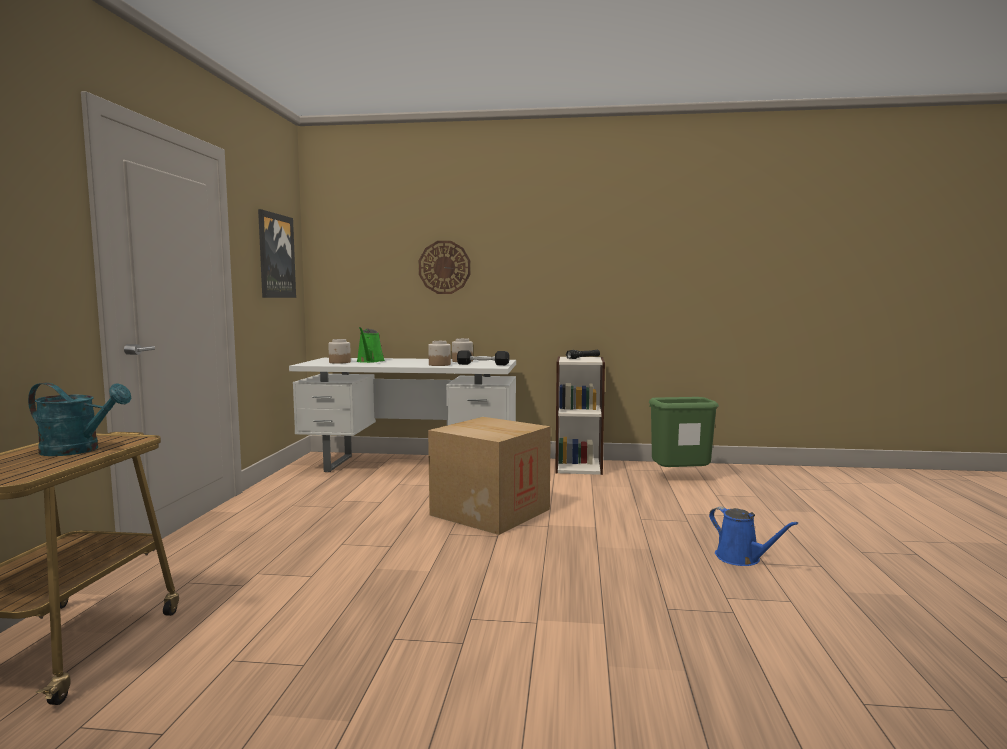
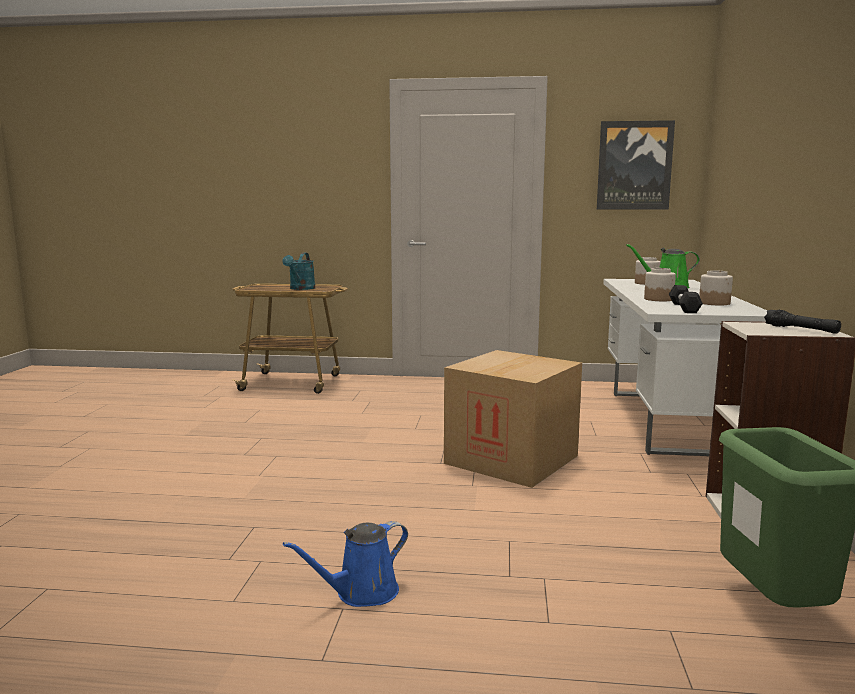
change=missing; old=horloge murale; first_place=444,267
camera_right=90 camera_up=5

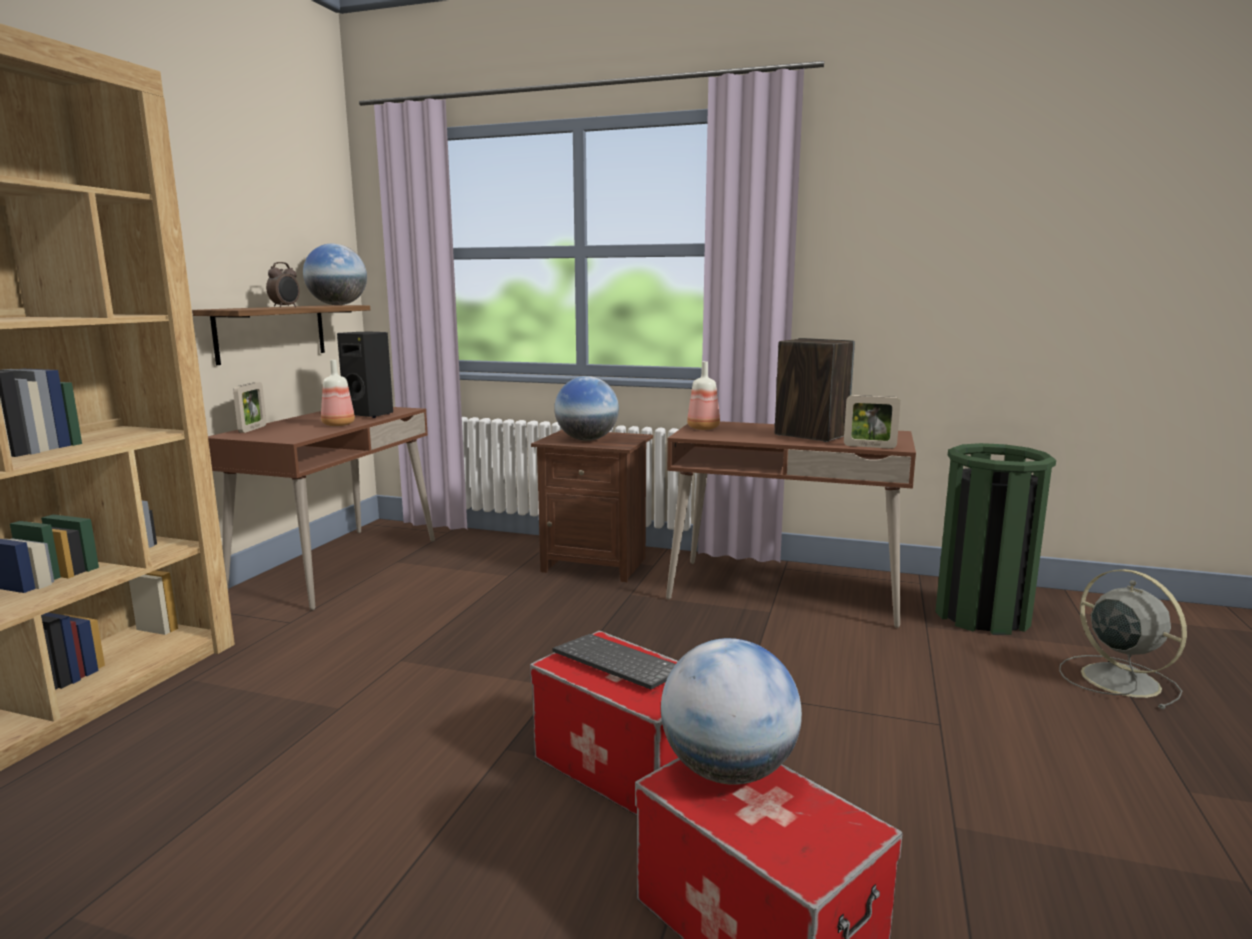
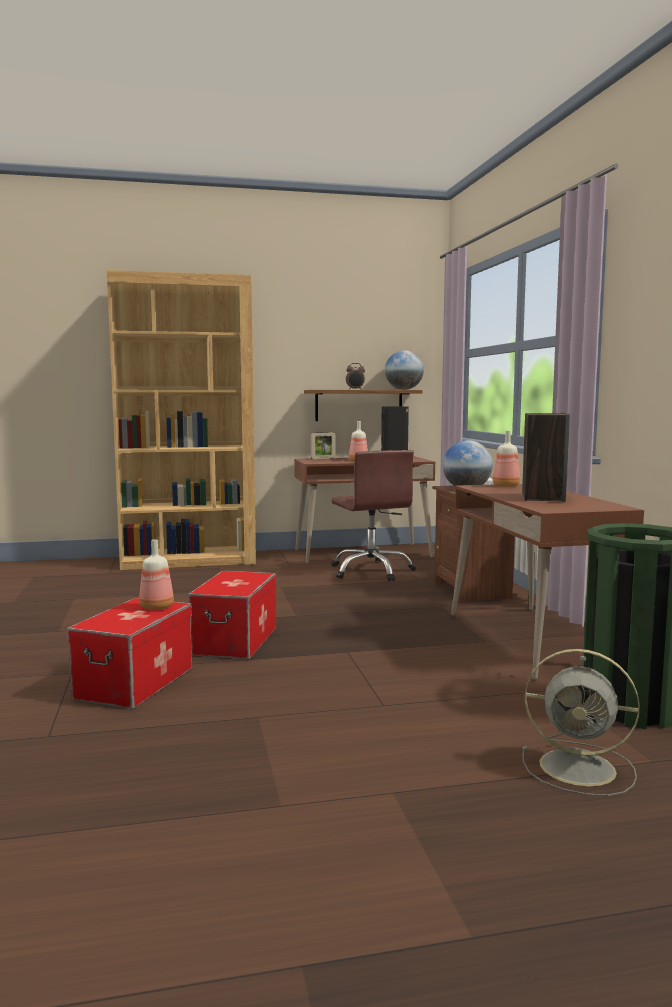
change=missing; old=clavier; first_place=615,664
change=missing; old=cadre photo; first_place=869,446
change=appeared; new=chaise de bureau/marron; second_place=372,571
change=exchanged; old=globe; new=bouteille; first_place=728,771; second_place=155,607
change=spun; old=ventilateur/gris; first_place=1117,679; second_place=581,768; degrees=75
camera_right=60 camera_up=-5

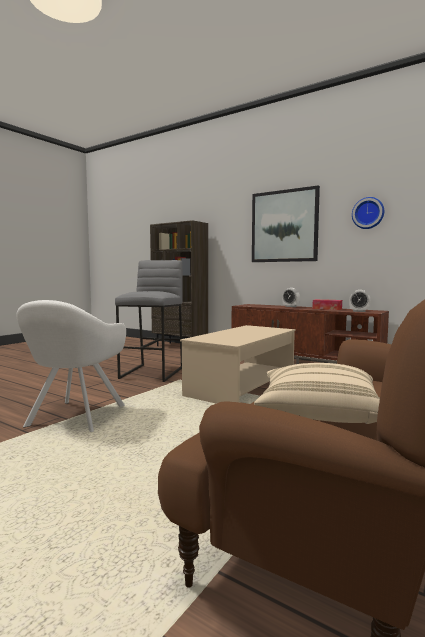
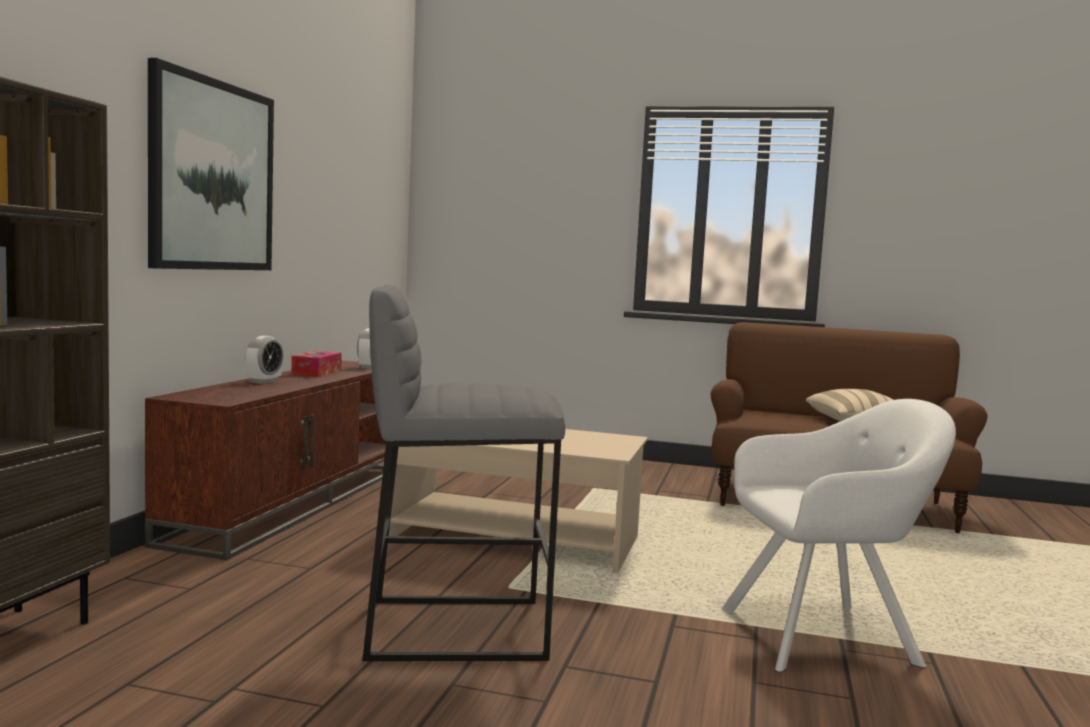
change=missing; old=horloge murale; first_place=368,213
camera_right=-110 camera_up=0

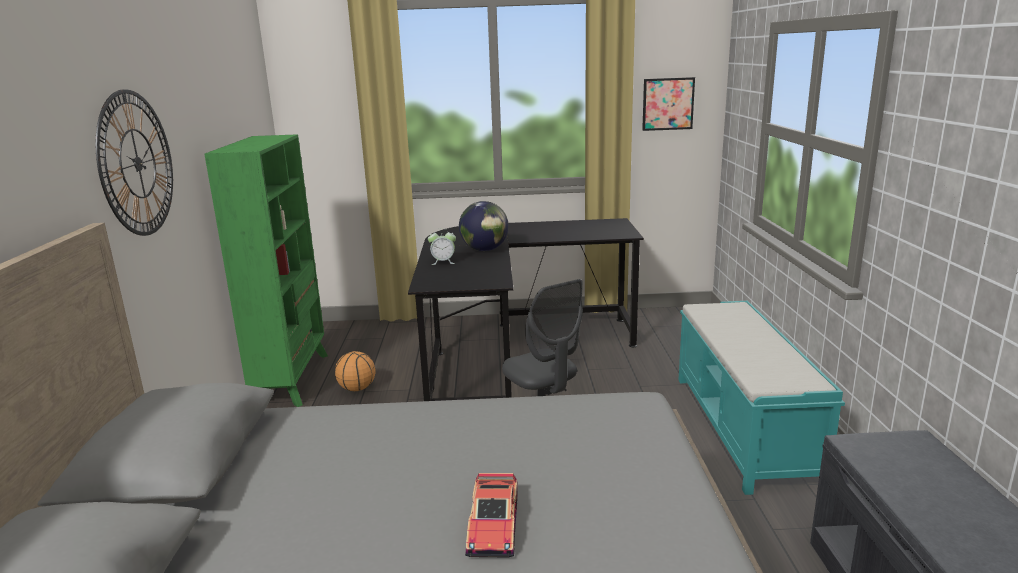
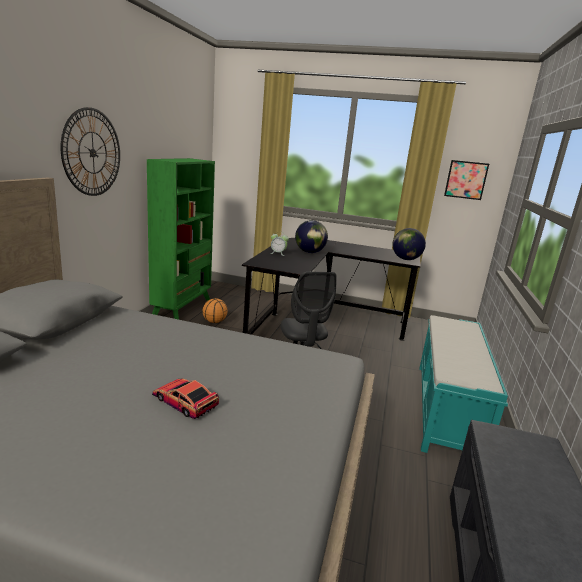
change=appeared; new=globe; second_place=405,259
change=spun; old=petite voiture; first_place=493,525; second_place=184,402; degrees=105
camera_right=15 camera_up=0

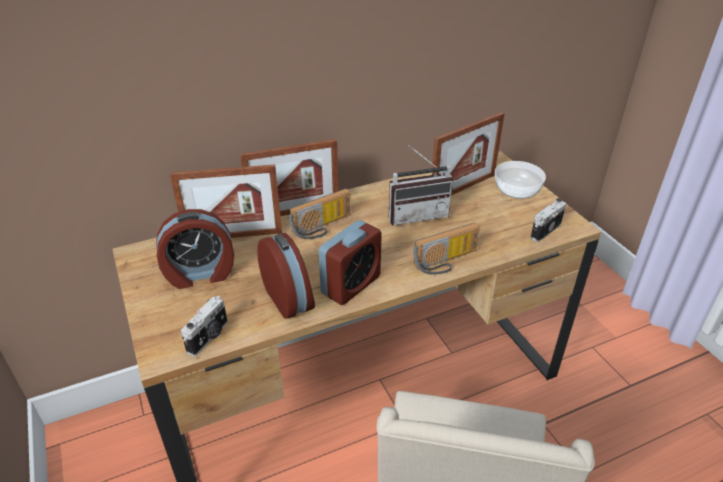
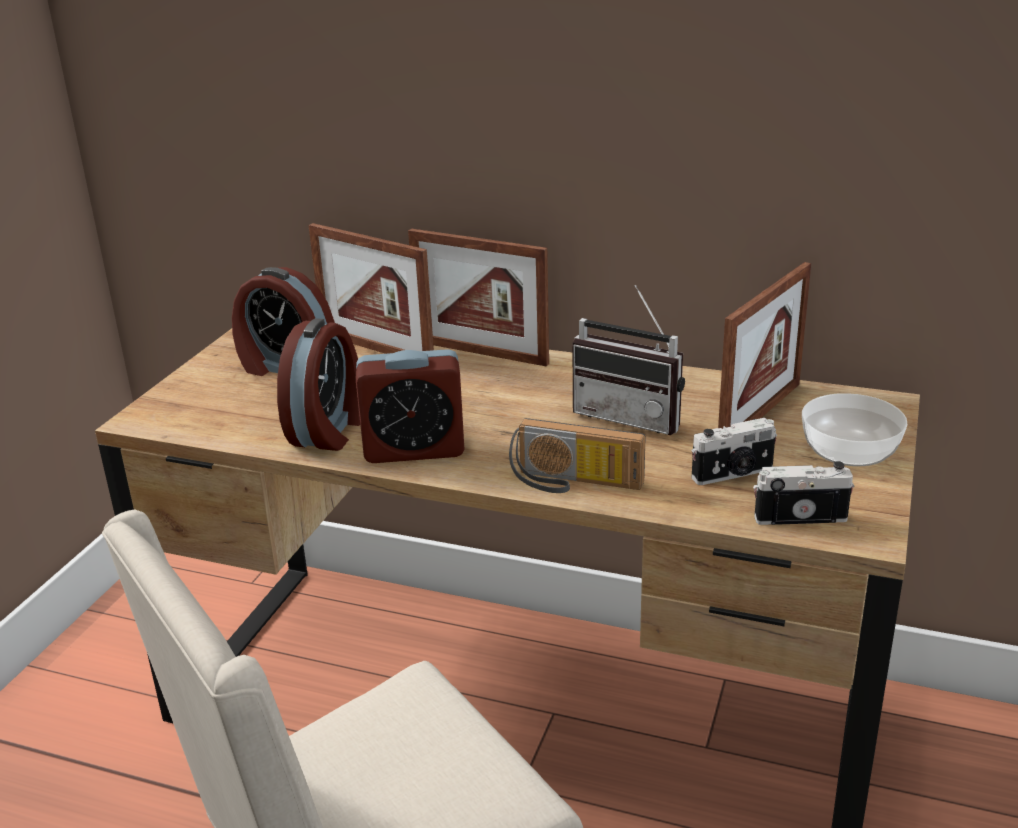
change=missing; old=radio; first_place=323,227
change=relocated; old=appareil photo; first_place=209,337; second_place=734,474
change=spun; old=cadre photo; first_place=463,188; second_place=760,415; degrees=-60
camera_right=45 camera_up=-10

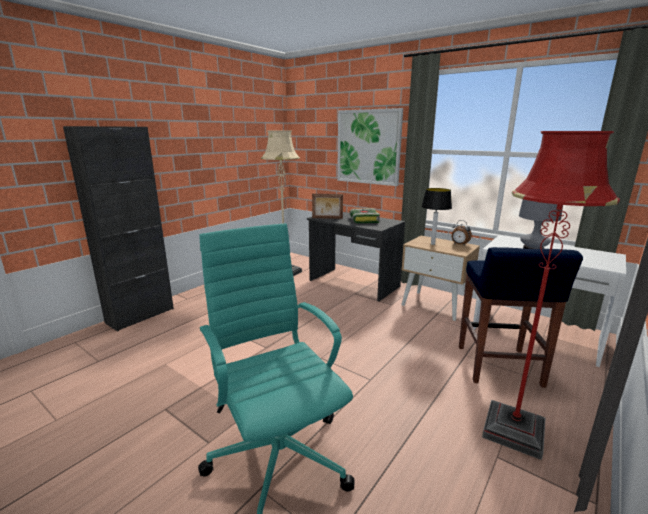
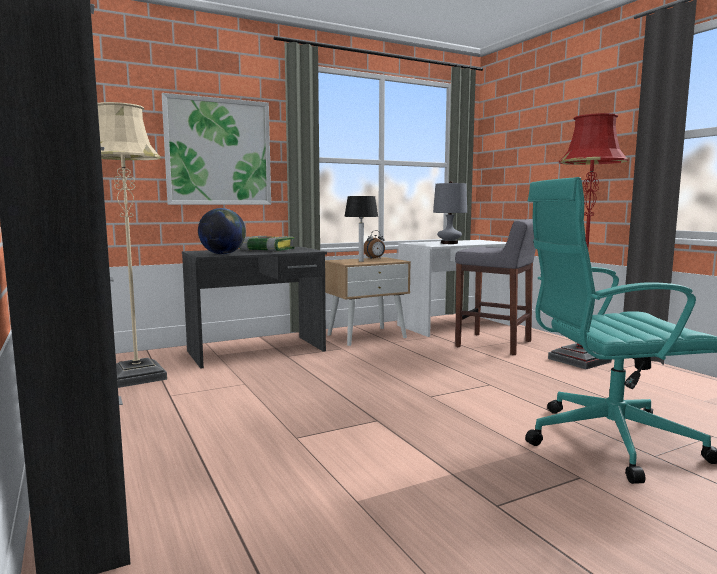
change=exchanged; old=cadre photo; new=globe; first_place=327,218; second_place=222,254
change=colour; old=tabouret/bleu; new=tabouret/gris; first_place=498,367; second_place=495,344
camera_right=-65 camera_up=-10

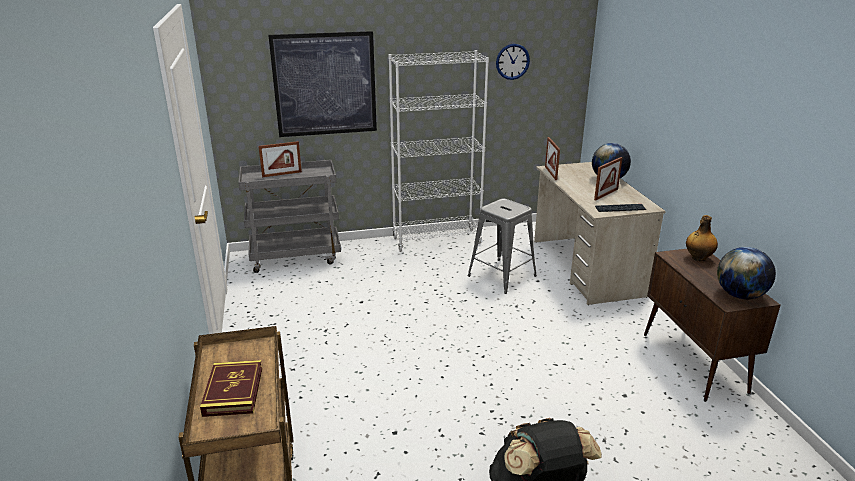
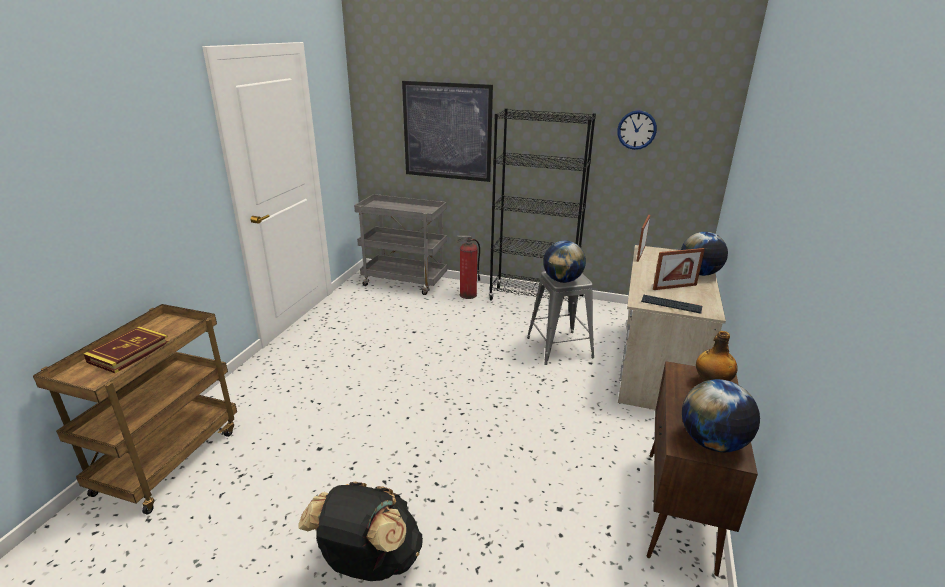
change=missing; old=cadre photo; first_place=282,174
change=appeared; new=extincteur; second_place=468,295
change=appeared; new=globe; second_place=562,280
change=colour; old=bibliothèque/blanc; new=bibliothèque/noir; first_place=436,240; second_place=533,299
camera_right=30 camera_up=0

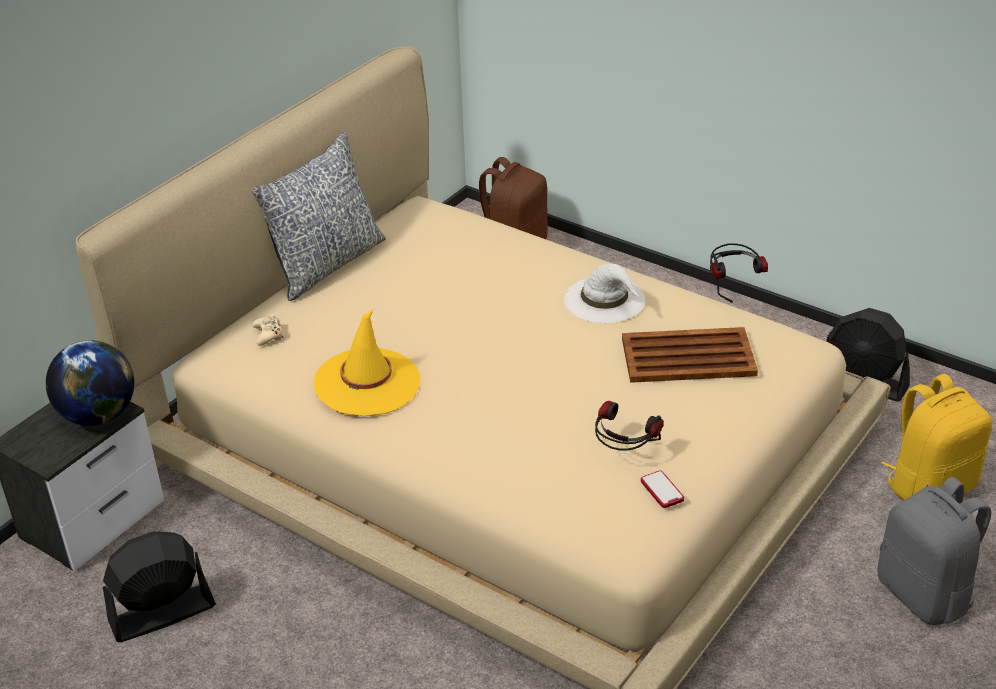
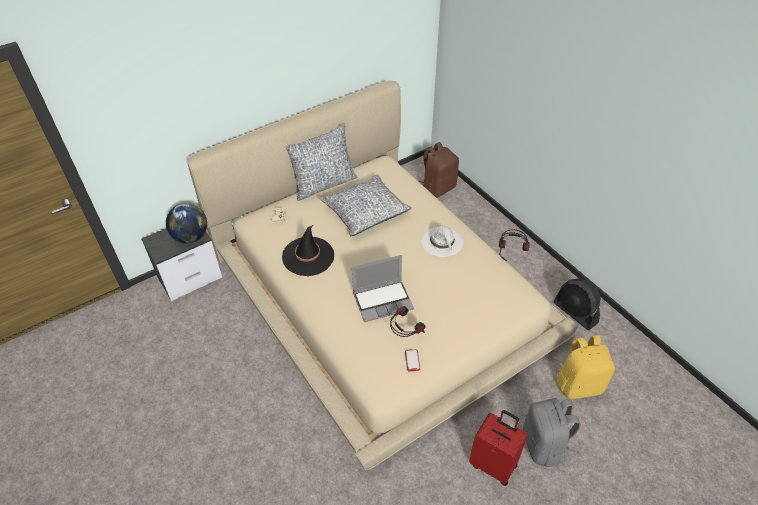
change=missing; old=ventilateur/noir; first_place=161,613
change=missing; old=plateau/marron; first_place=686,356
change=appeared; new=coussin; second_place=365,212
change=appeared; new=ordinateur portable; second_place=383,300
change=appeared; new=valise/rouge; second_place=494,464
change=colour; old=chapeau/jaune; new=chapeau/noir; first_place=367,383; second_place=308,256
camera_right=20 camera_up=10

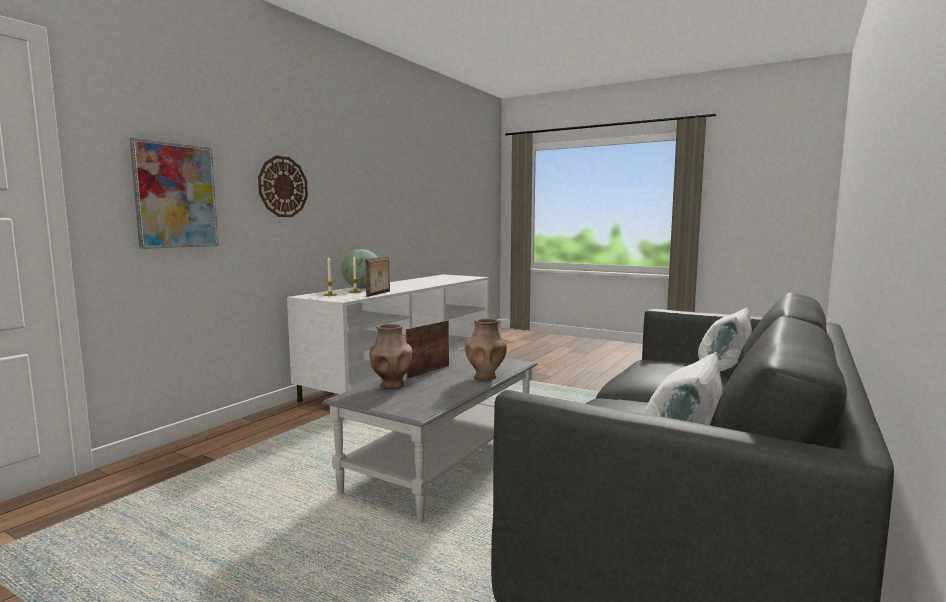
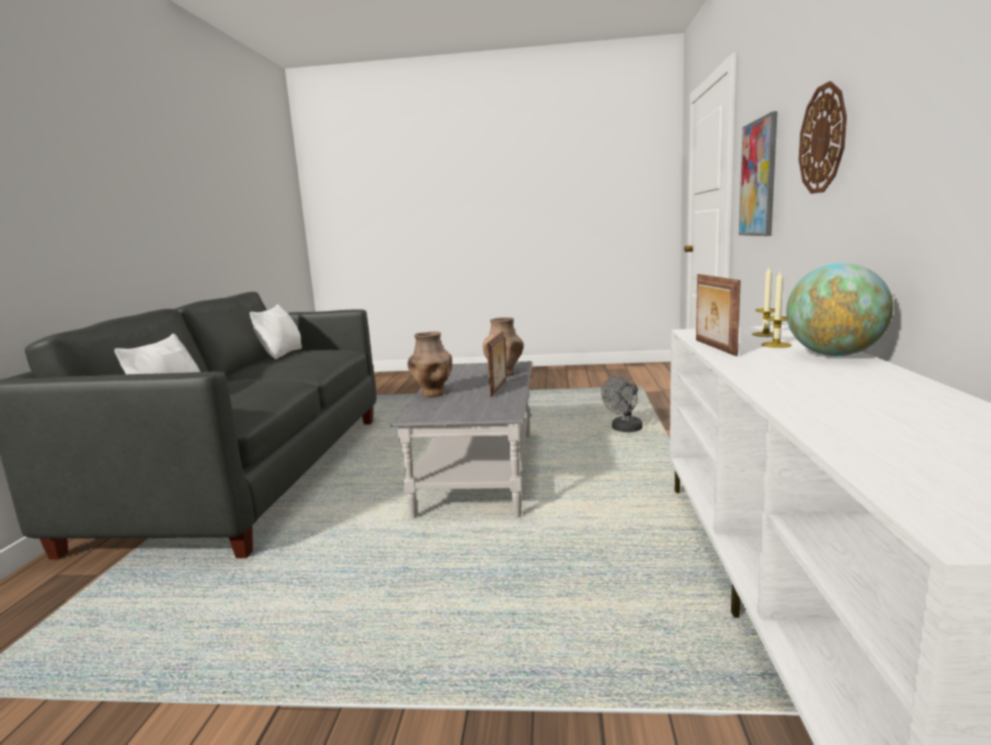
change=appeared; new=ventilateur/gris; second_place=624,429
camera_right=155 camera_up=5

